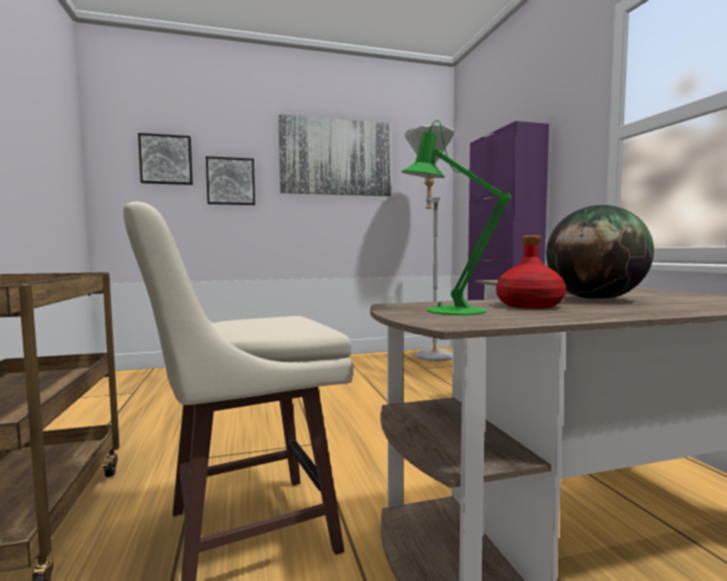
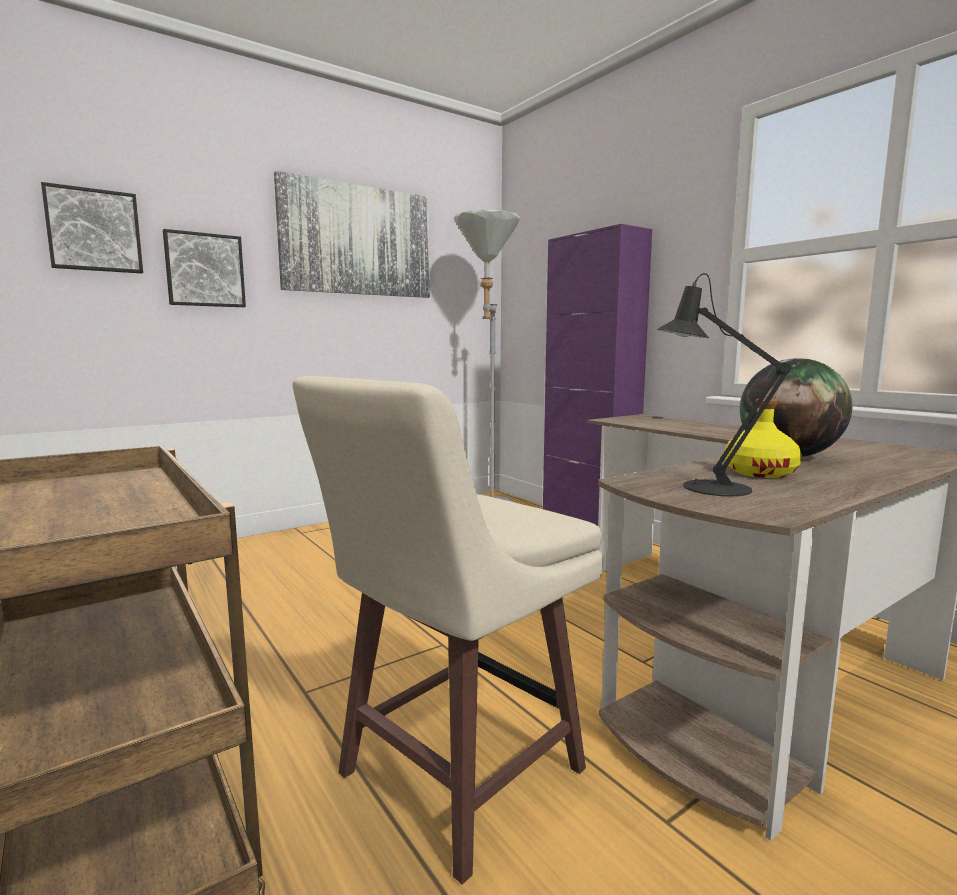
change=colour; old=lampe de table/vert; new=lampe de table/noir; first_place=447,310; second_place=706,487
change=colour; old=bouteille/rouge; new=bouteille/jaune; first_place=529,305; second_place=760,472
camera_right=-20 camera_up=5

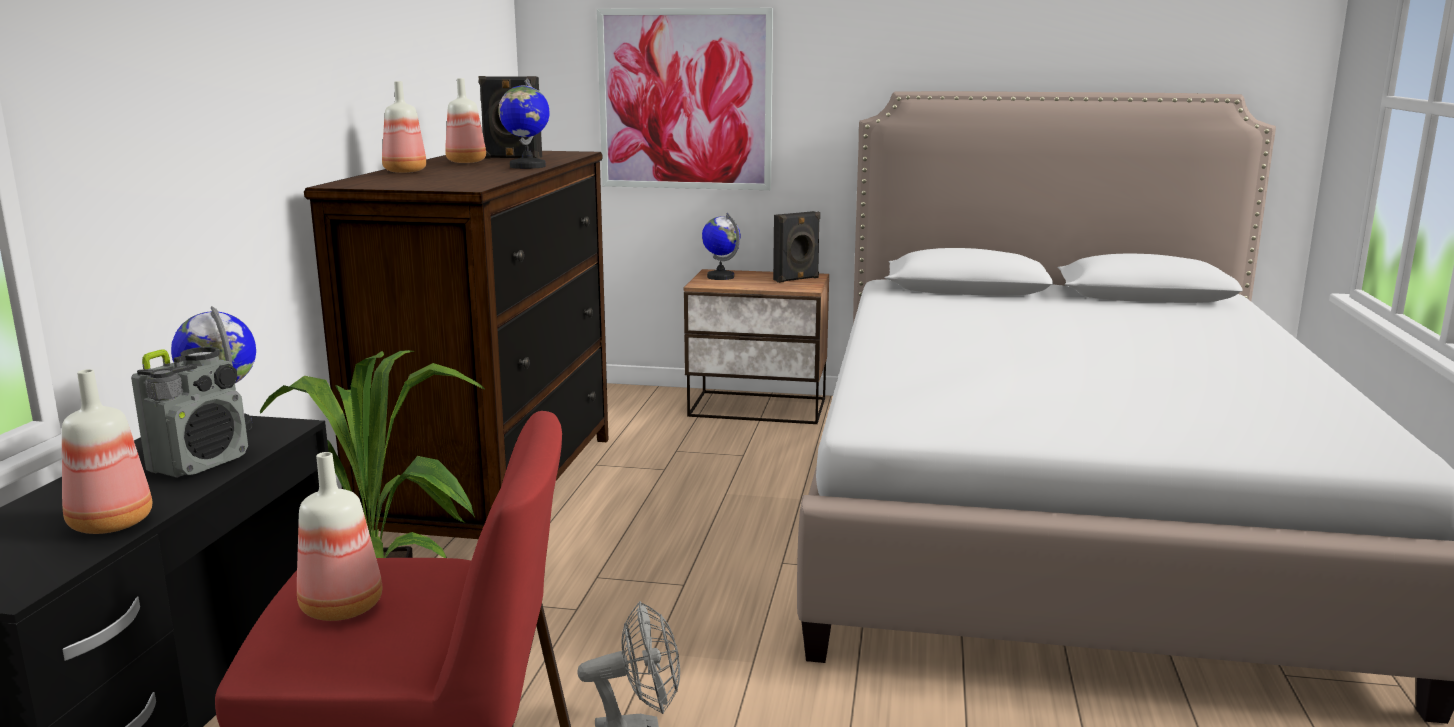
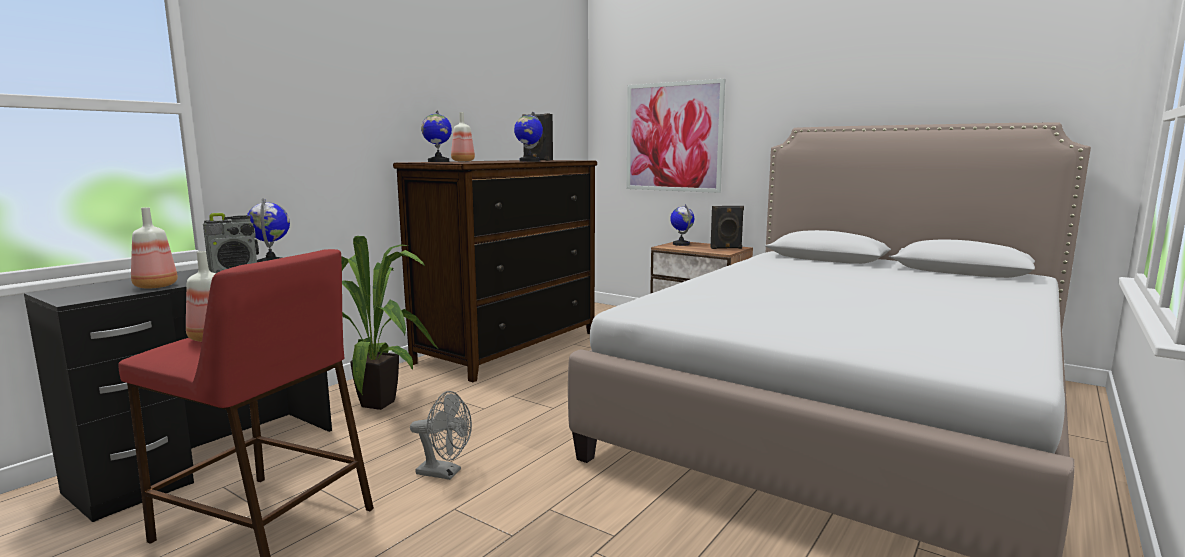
change=missing; old=bouteille; first_place=467,162
change=appeared; new=globe; second_place=438,161
camera_right=25 camera_up=-5

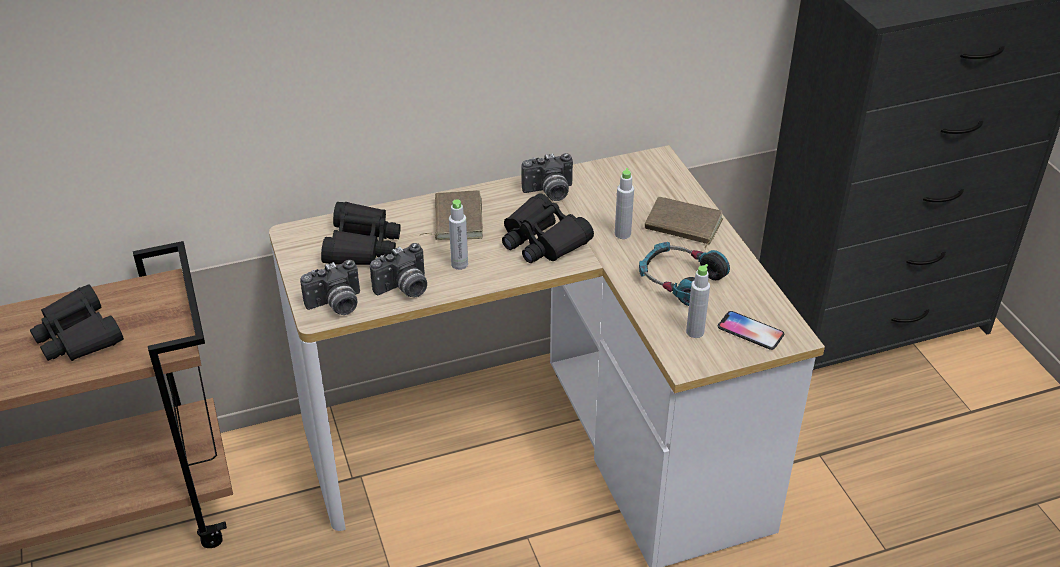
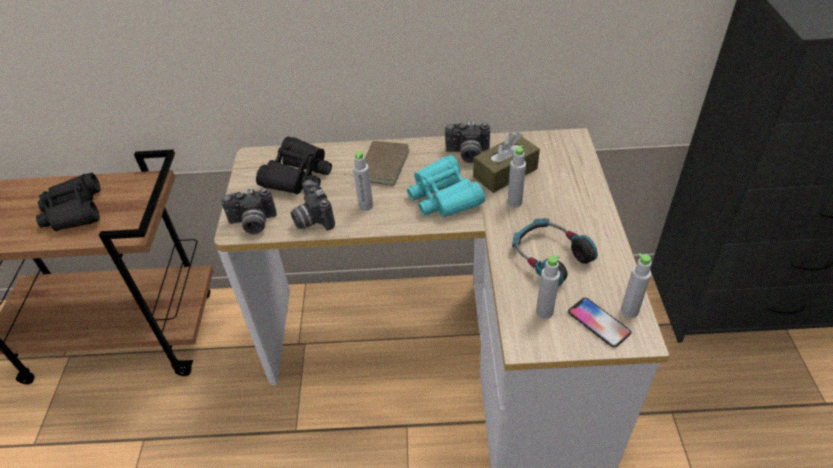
change=missing; old=livre/marron; first_place=682,226
change=appeared; new=boîte à mouchoirs/marron; second_place=505,173
change=appeared; new=bouteille/gris; second_place=629,311
change=colour; old=jumelles/noir; new=jumelles/turquoise; first_place=543,240; second_place=443,196
change=spun; old=appareil photo; first_place=404,289; second_place=312,219; degrees=75
camera_right=20 camera_up=5

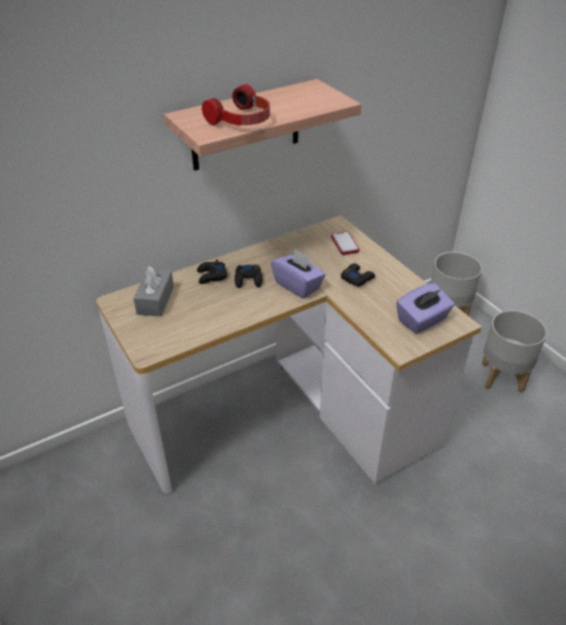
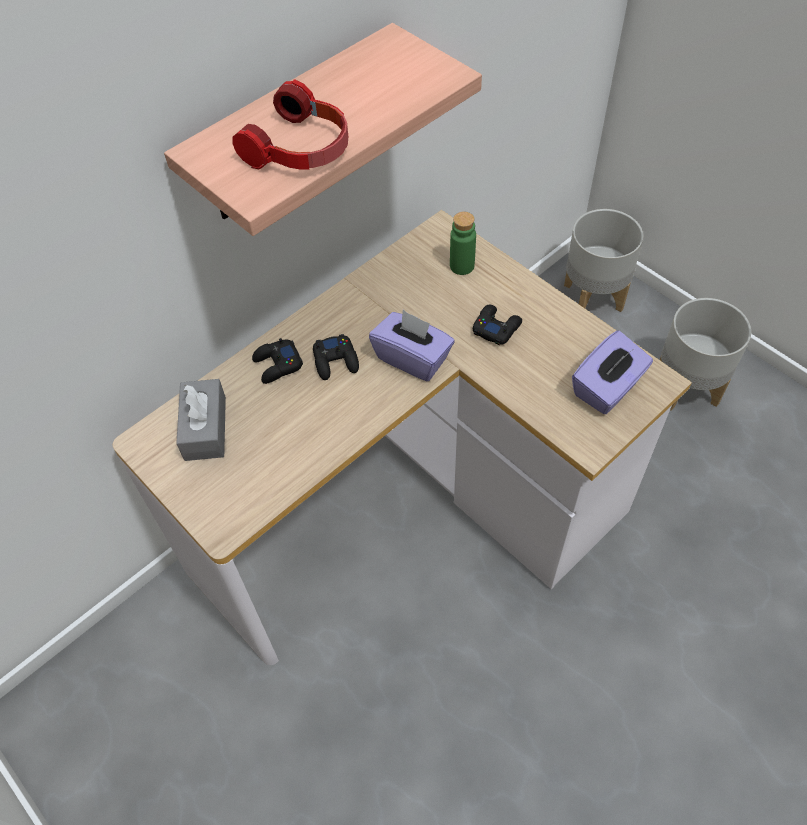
change=exchanged; old=téléphone; new=bouteille/vert; first_place=344,244; second_place=462,266
camera_right=-10 camera_up=15

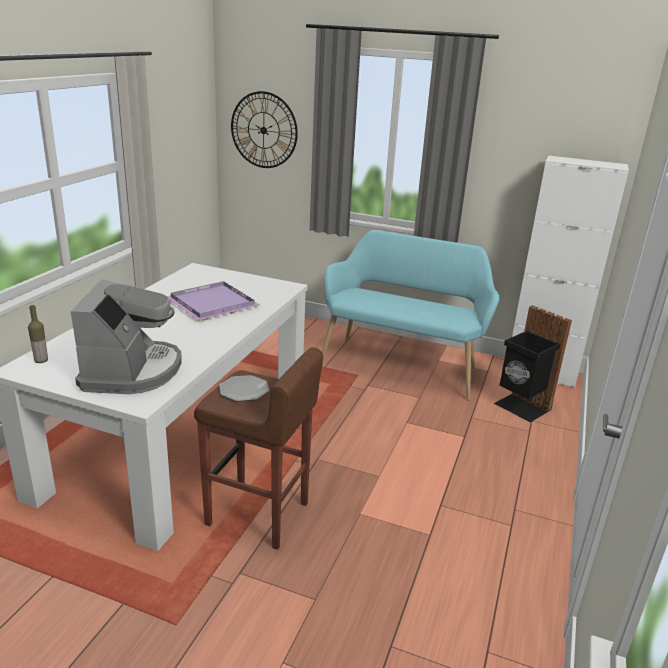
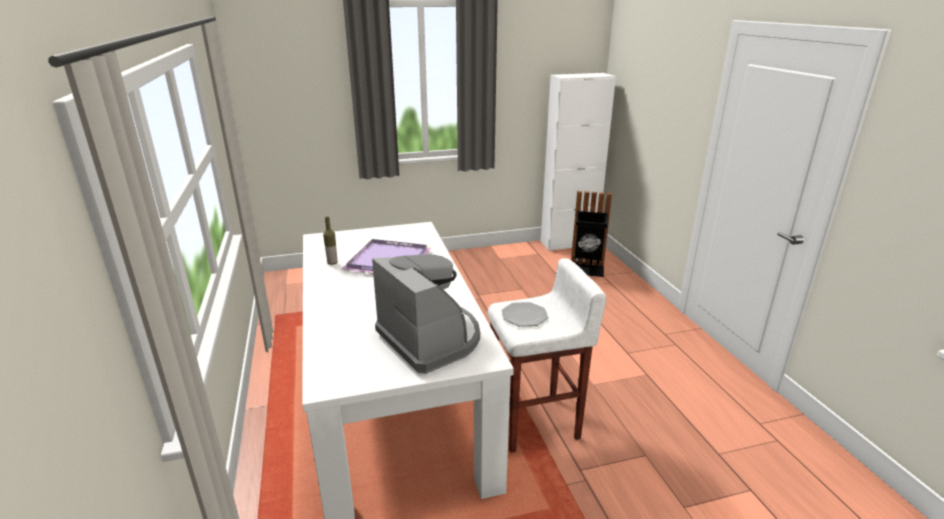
change=missing; old=horloge murale; first_place=263,130
change=missing; old=banc/turquoise; first_place=402,364
change=relocated; old=bouteille; first_place=41,361; second_place=332,263
change=colour; old=tabouret/marron; new=tabouret/blanc; first_place=258,515; second_place=535,423
camera_right=-35 camera_up=0

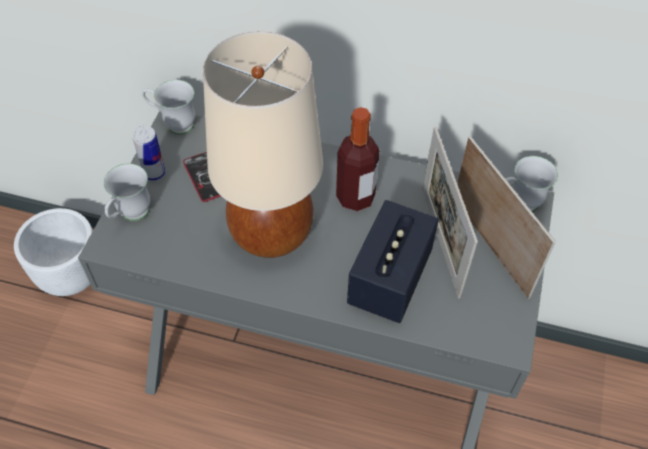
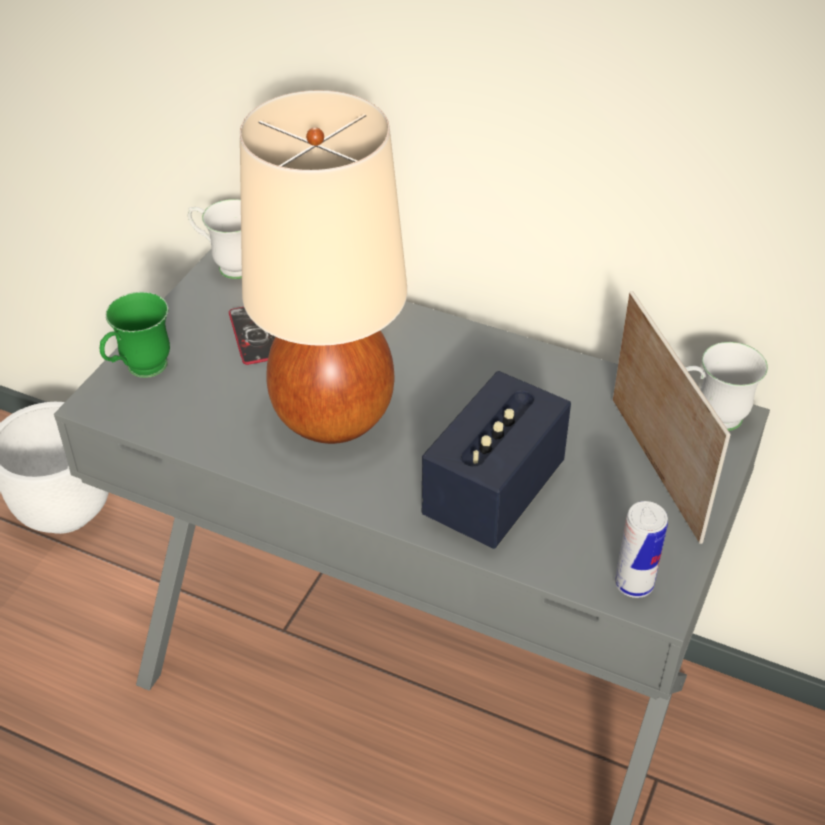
change=missing; old=bouteille; first_place=355,197
change=missing; old=cadre photo; first_place=440,241
change=relocated; old=boîte métallique; first_place=154,173; second_place=634,584
change=colour; old=mug/blanc; new=mug/vert; first_place=131,216; second_place=139,371
camera_right=10 camera_up=-10

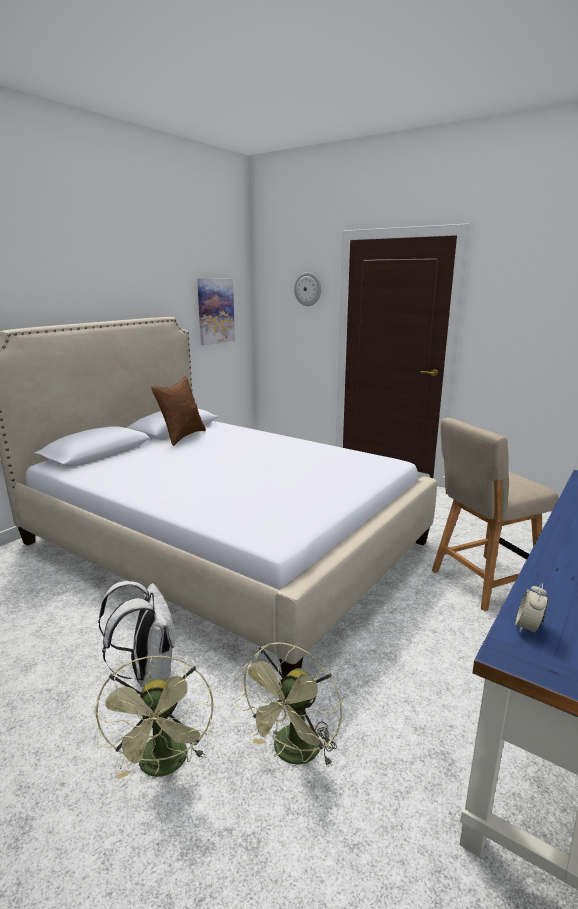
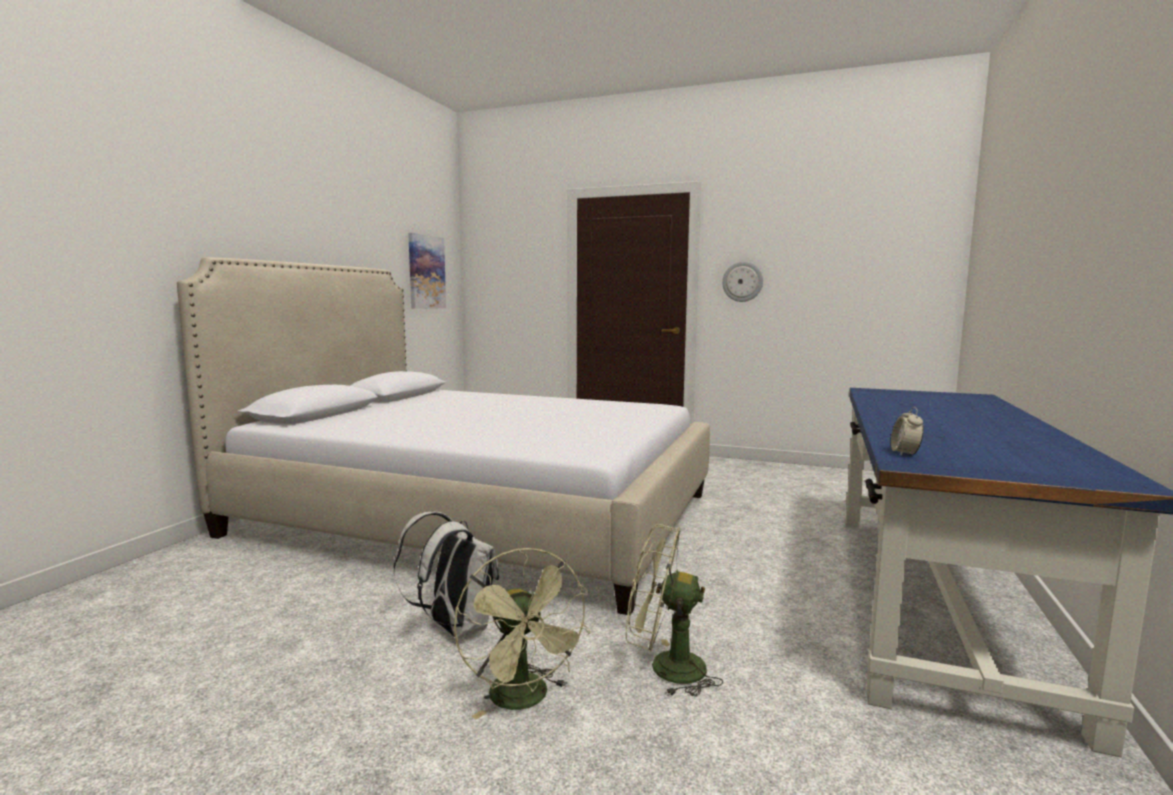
change=missing; old=coussin/marron; first_place=182,436
change=missing; old=chaise/beige; first_place=481,582
change=relocated; old=horloge murale; first_place=308,289; second_place=742,281
change=spun; old=ventilateur/vert; first_place=293,754; second_place=665,668; degrees=90
camera_right=-15 camera_up=-10

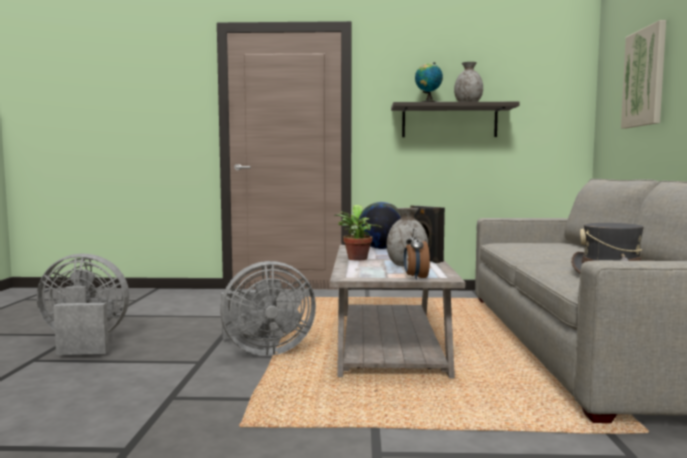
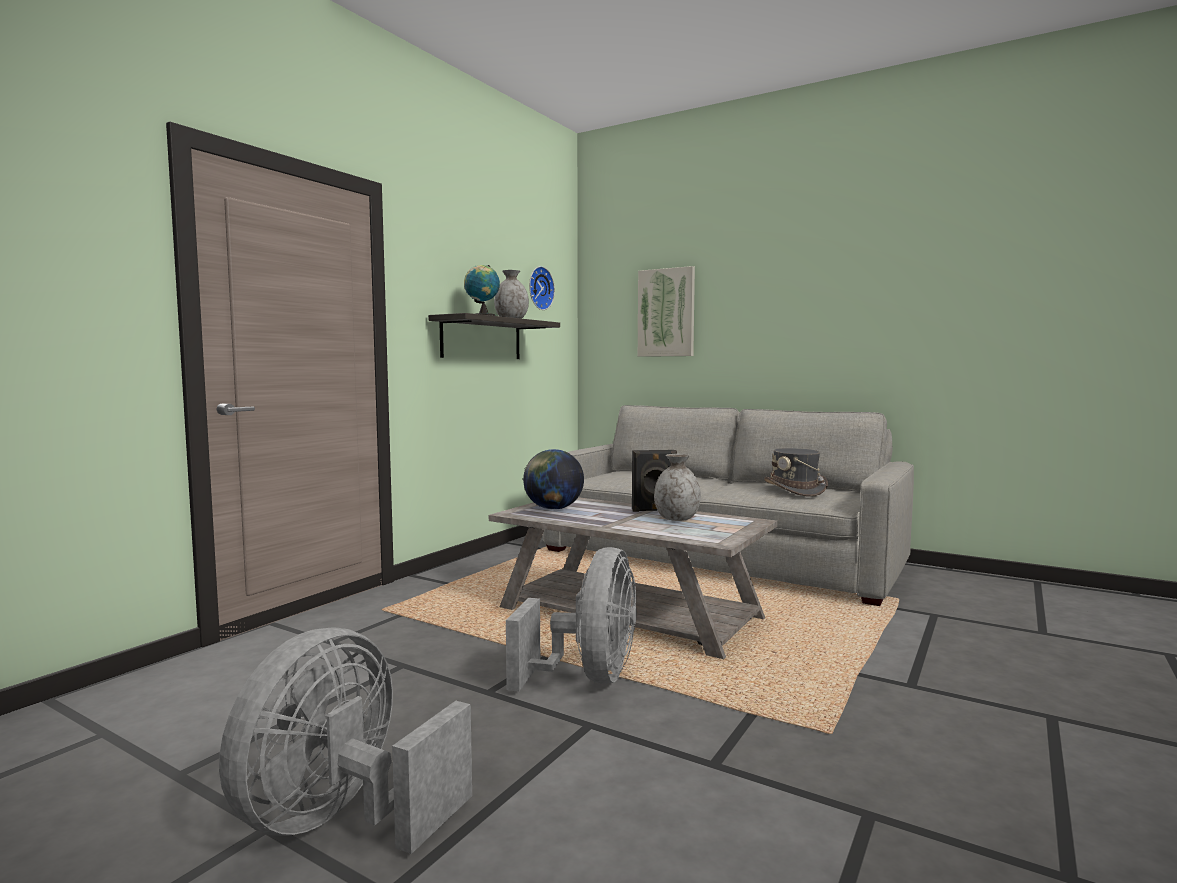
change=missing; old=plante en pot; first_place=357,259
change=missing; old=réveil; first_place=415,277
change=appeared; new=horloge murale; second_place=539,288
camera_right=-60 camera_up=0

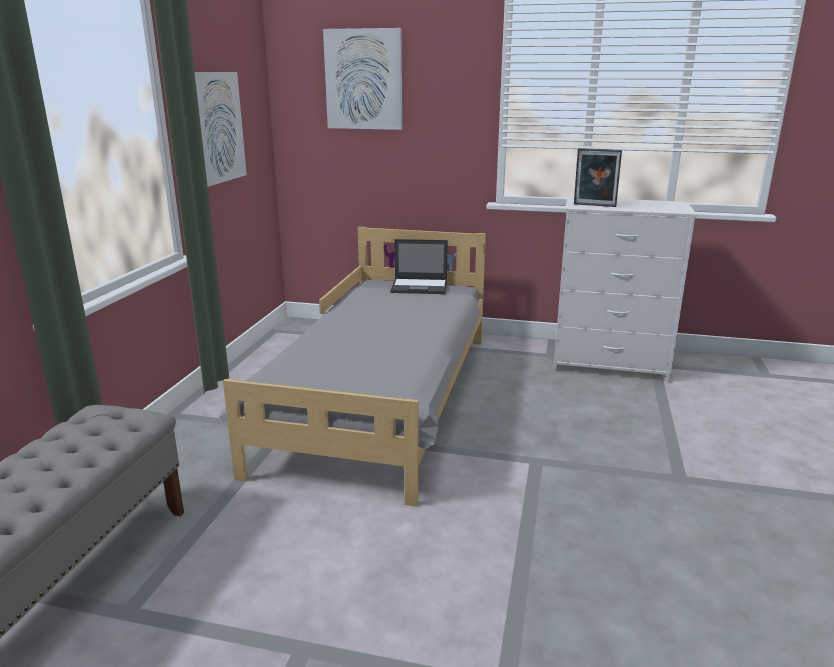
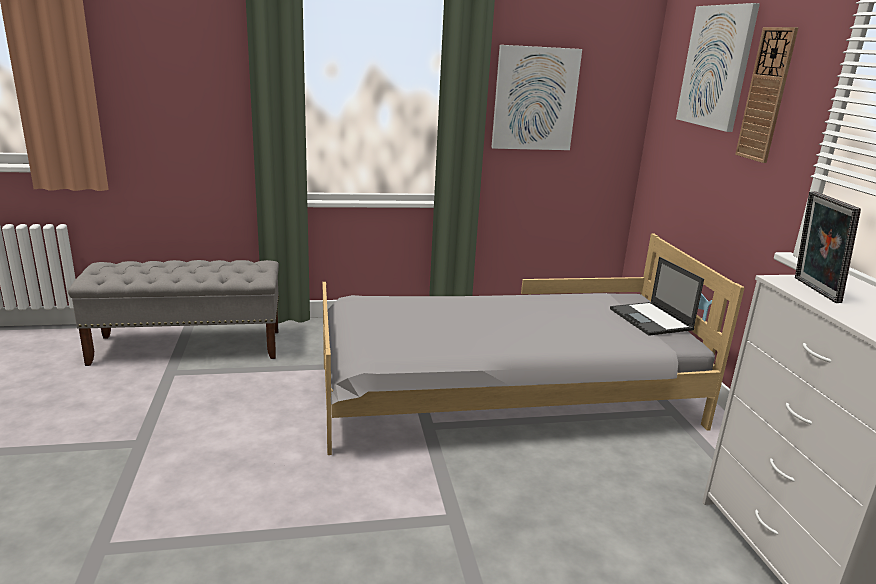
change=appeared; new=horloge murale; second_place=766,95
camera_right=65 camera_up=0

